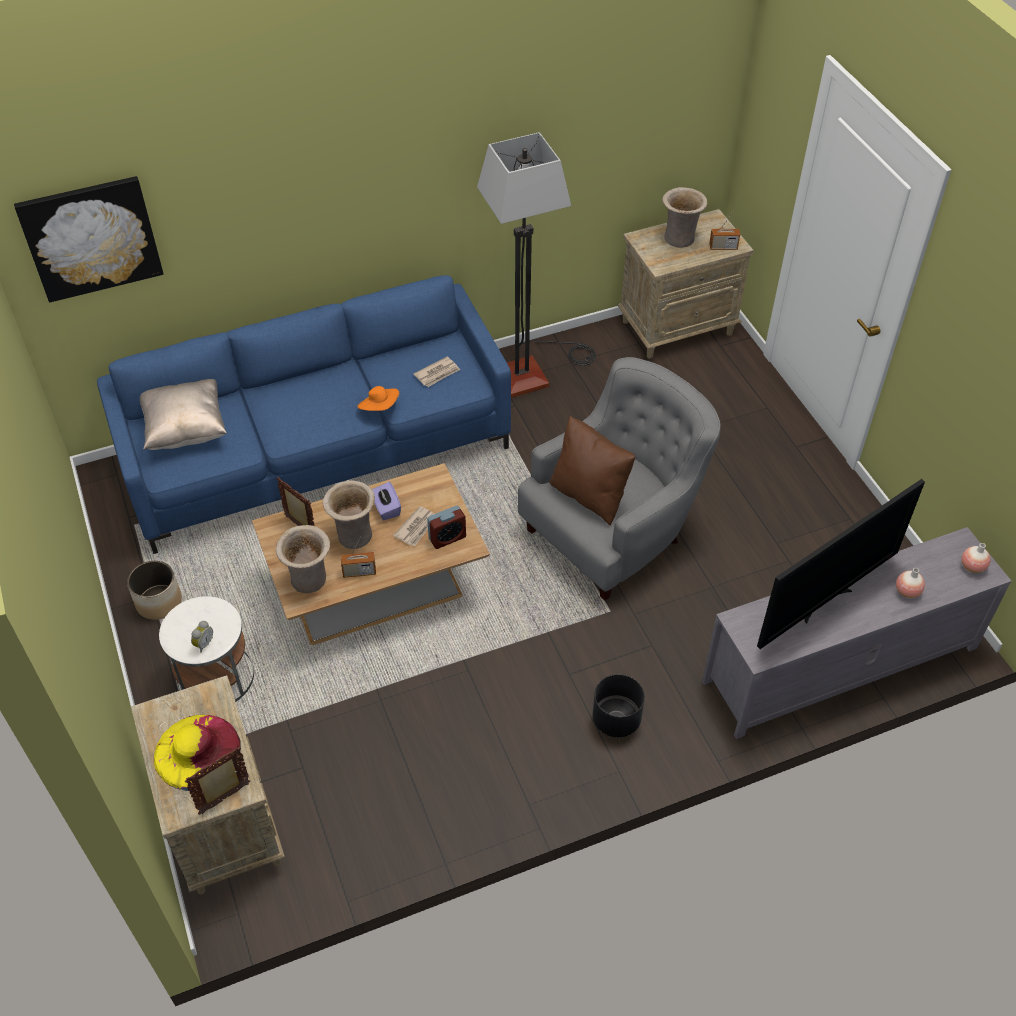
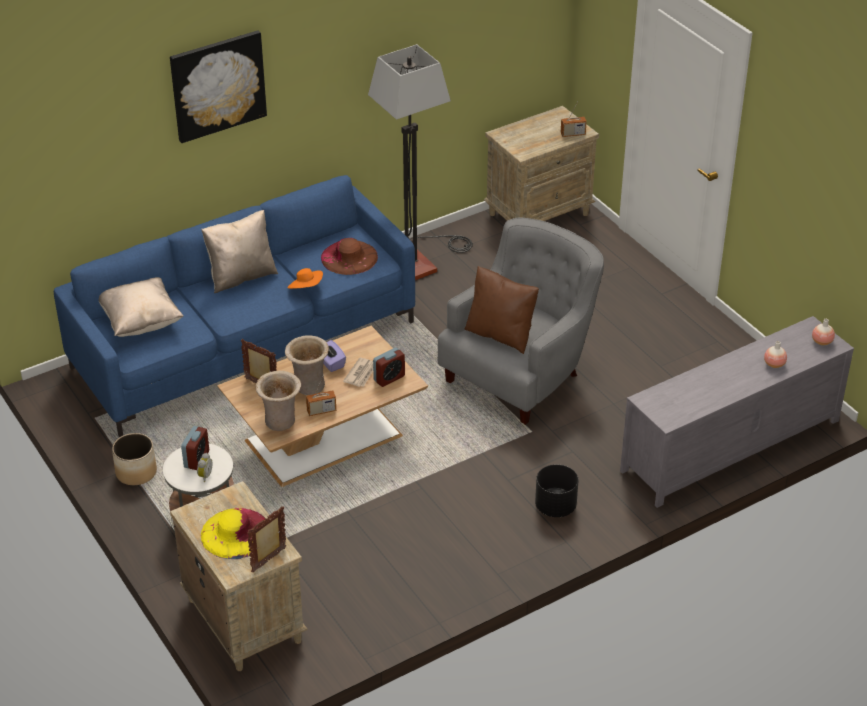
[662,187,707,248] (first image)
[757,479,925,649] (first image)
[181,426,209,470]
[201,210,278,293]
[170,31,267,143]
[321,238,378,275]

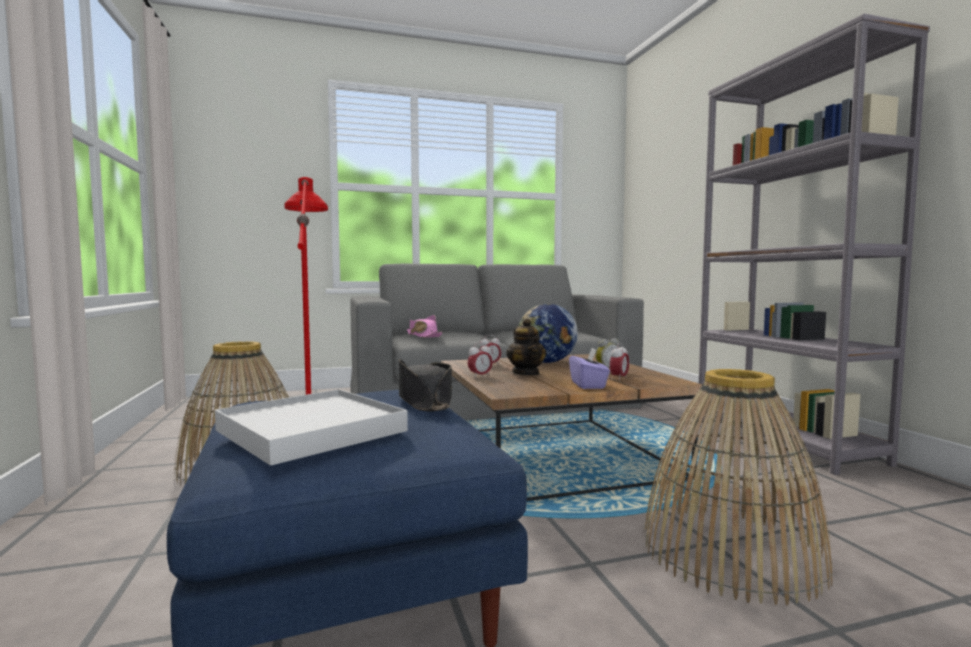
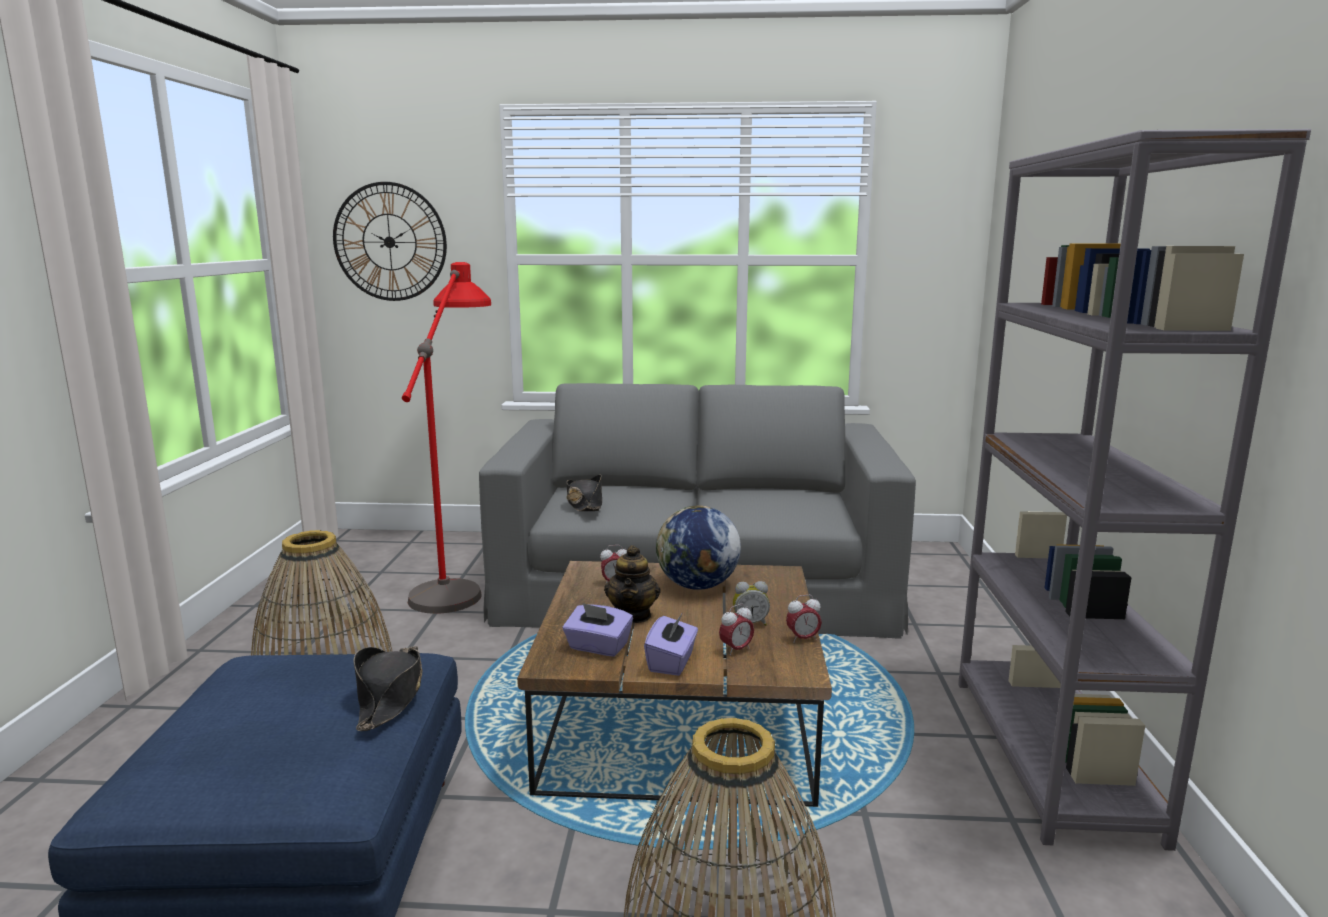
[215,389,408,466] (first image)
[333,182,447,301]
[563,603,633,657]
[786,595,822,643]
[566,475,602,511]

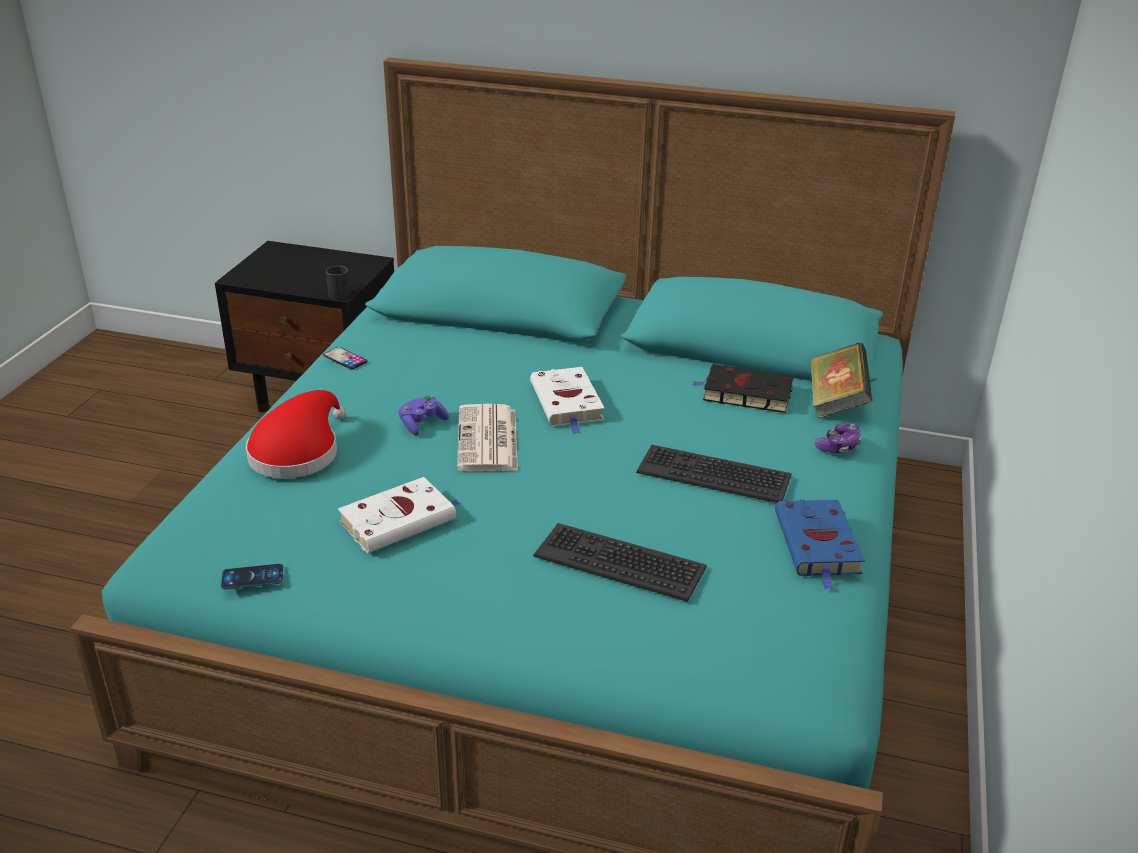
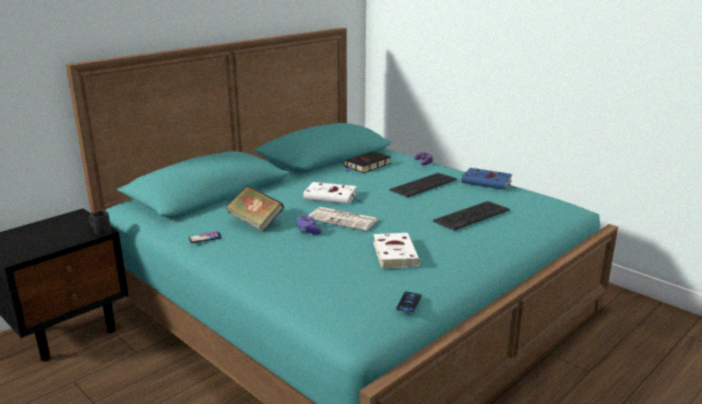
[246,390,346,478] (first image)
[226,186,284,232]

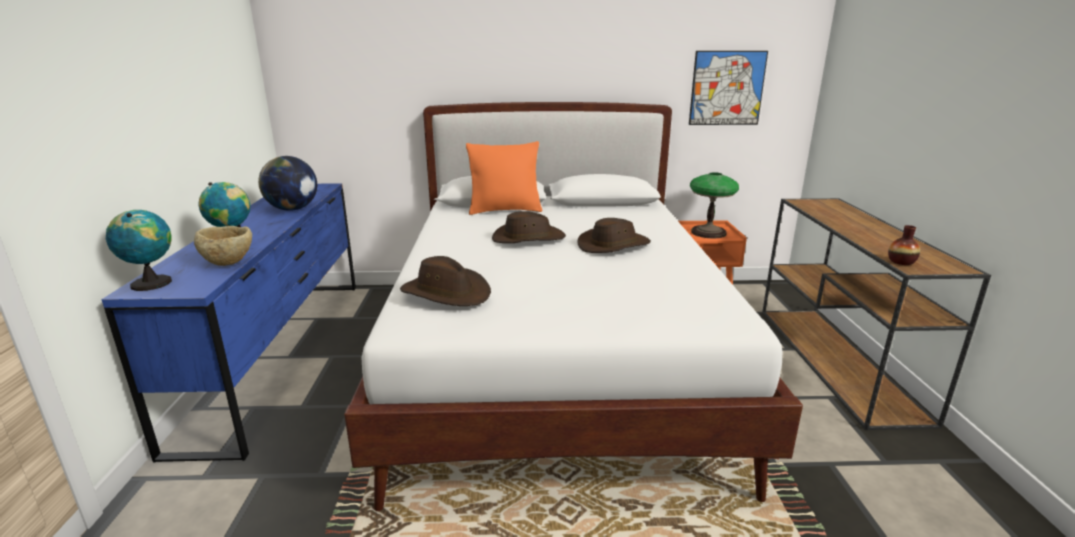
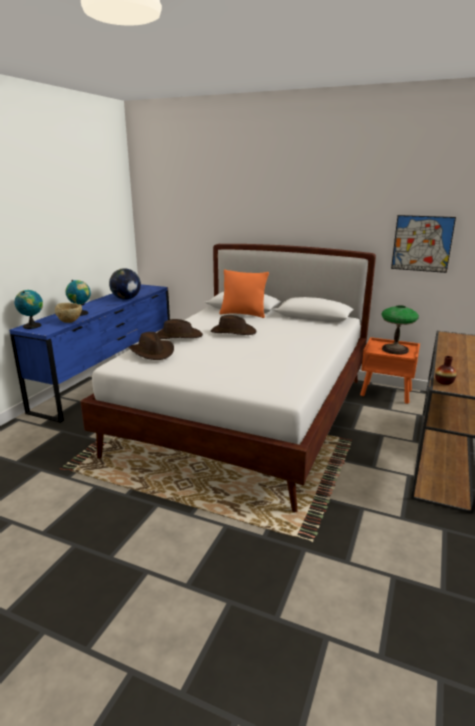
[157,319,203,339]

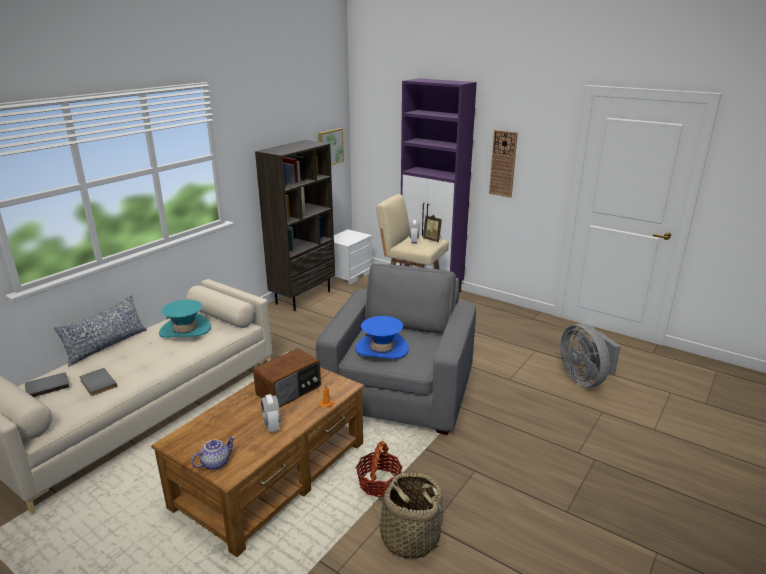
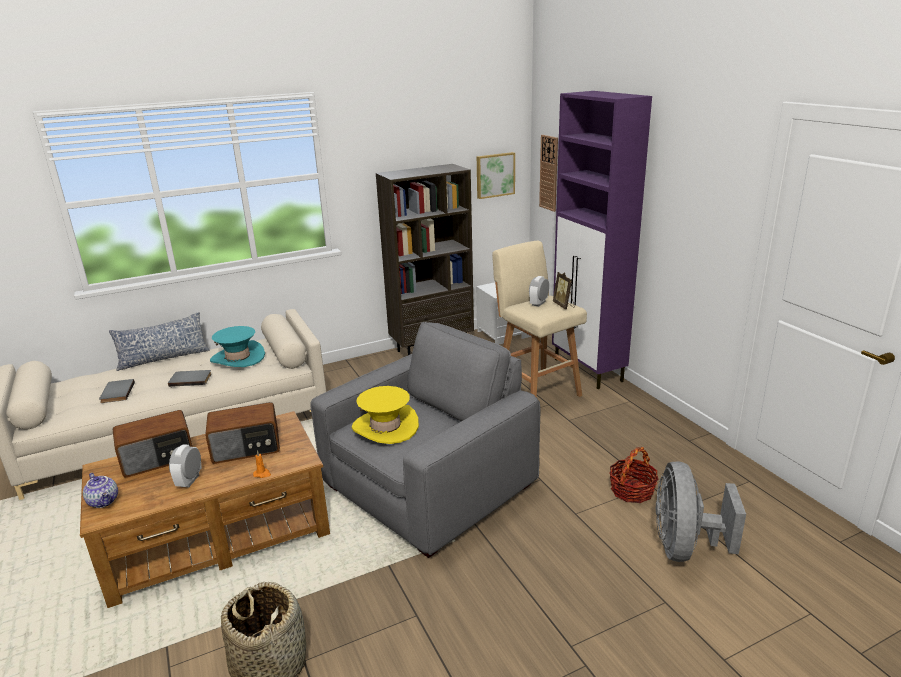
[113,410,192,478]
[168,370,212,387]
[609,447,659,503]
[539,135,558,212]
[352,386,419,444]
[83,473,118,508]

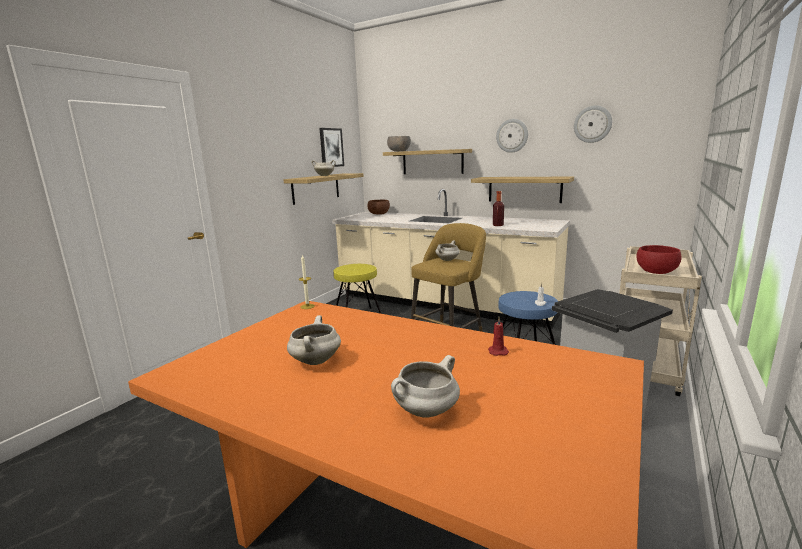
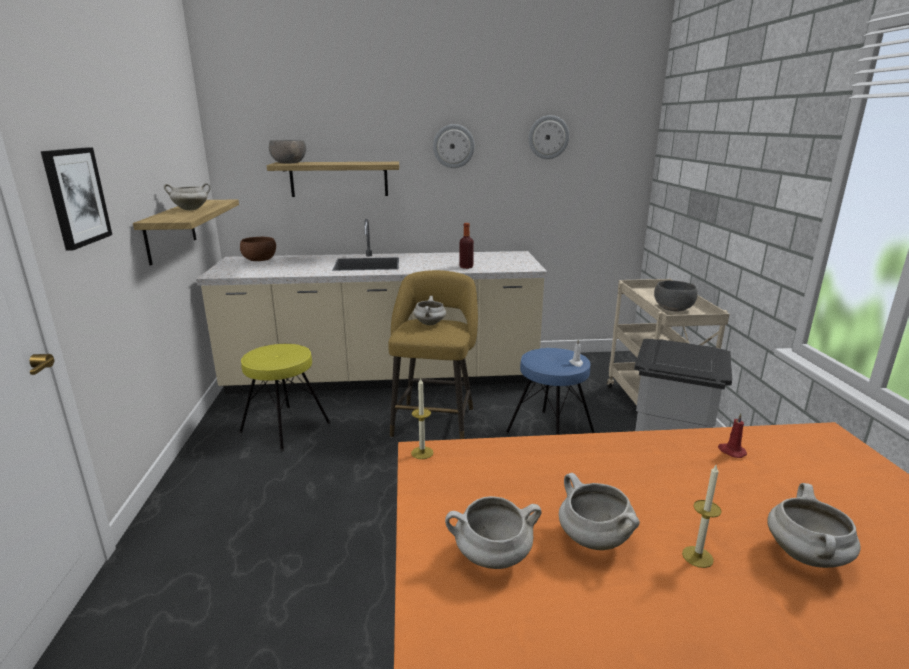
[471,177,574,203] (first image)
[445,496,542,569]
[682,465,721,568]
[41,147,112,251]
[654,280,698,312]

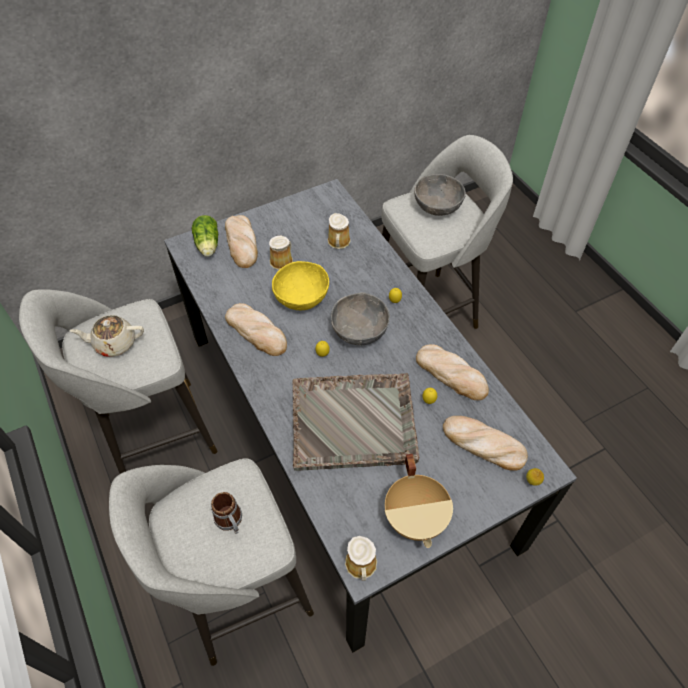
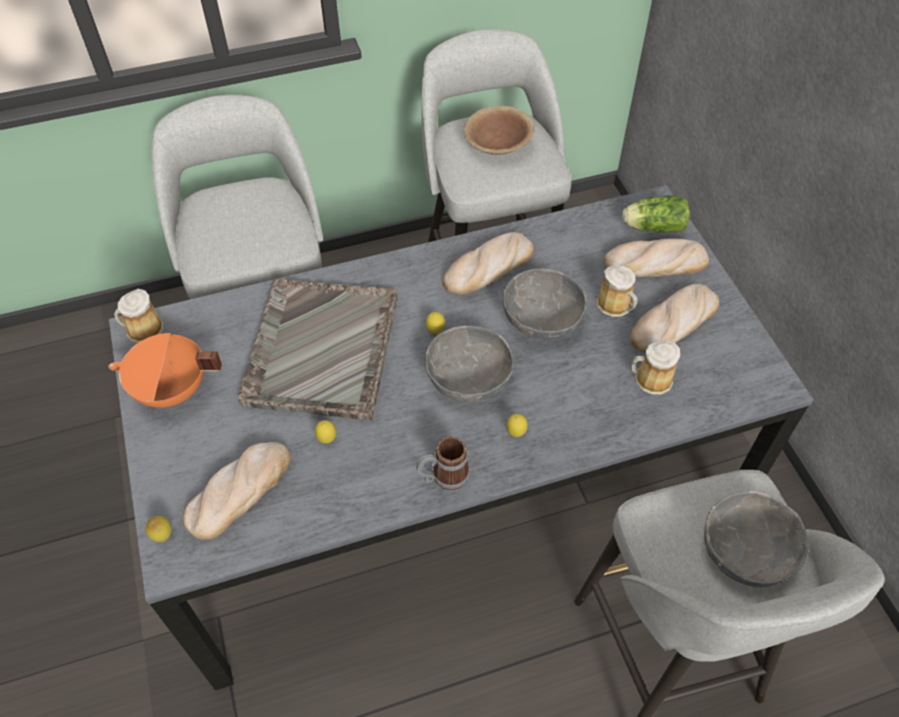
[416,436,470,490]
[630,284,719,352]
[464,106,535,155]
[503,268,587,339]
[109,333,222,408]

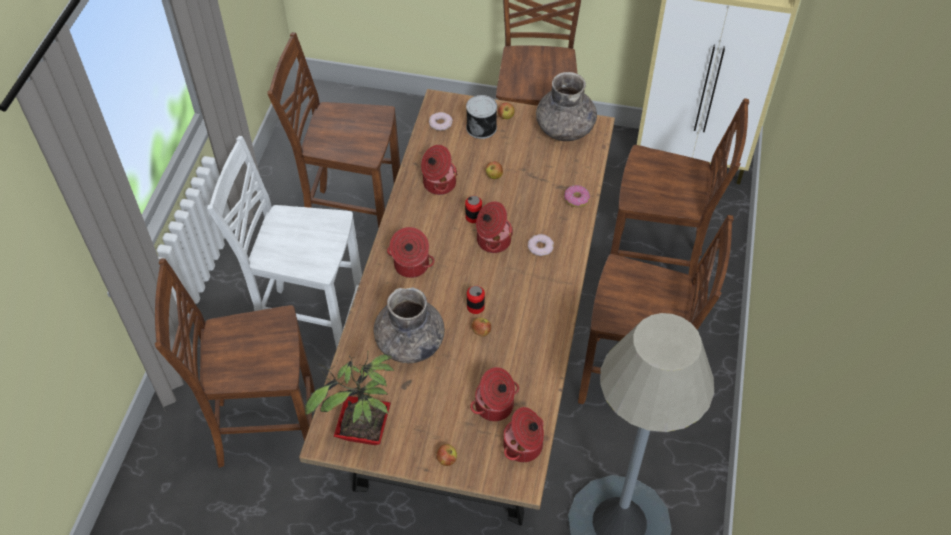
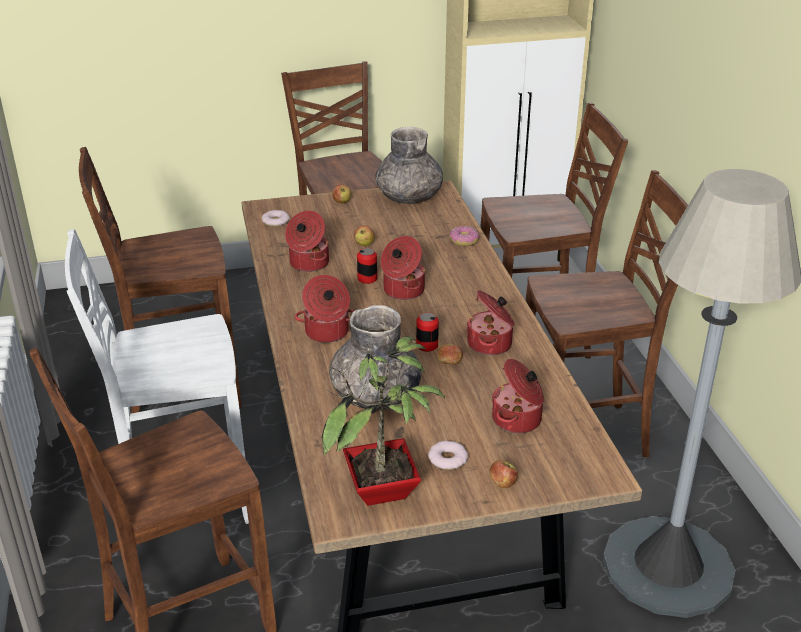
[466,95,497,139] (first image)
[466,290,514,355]
[428,441,468,470]

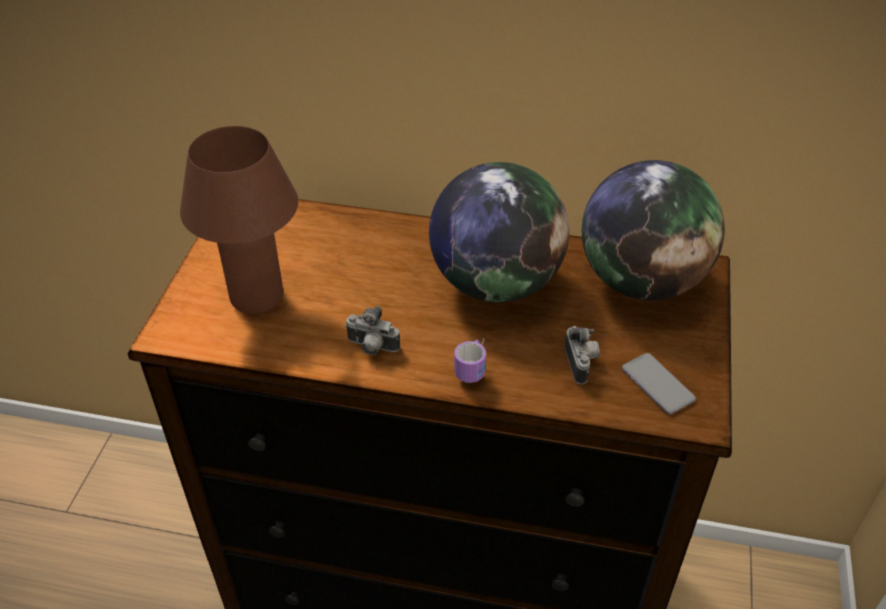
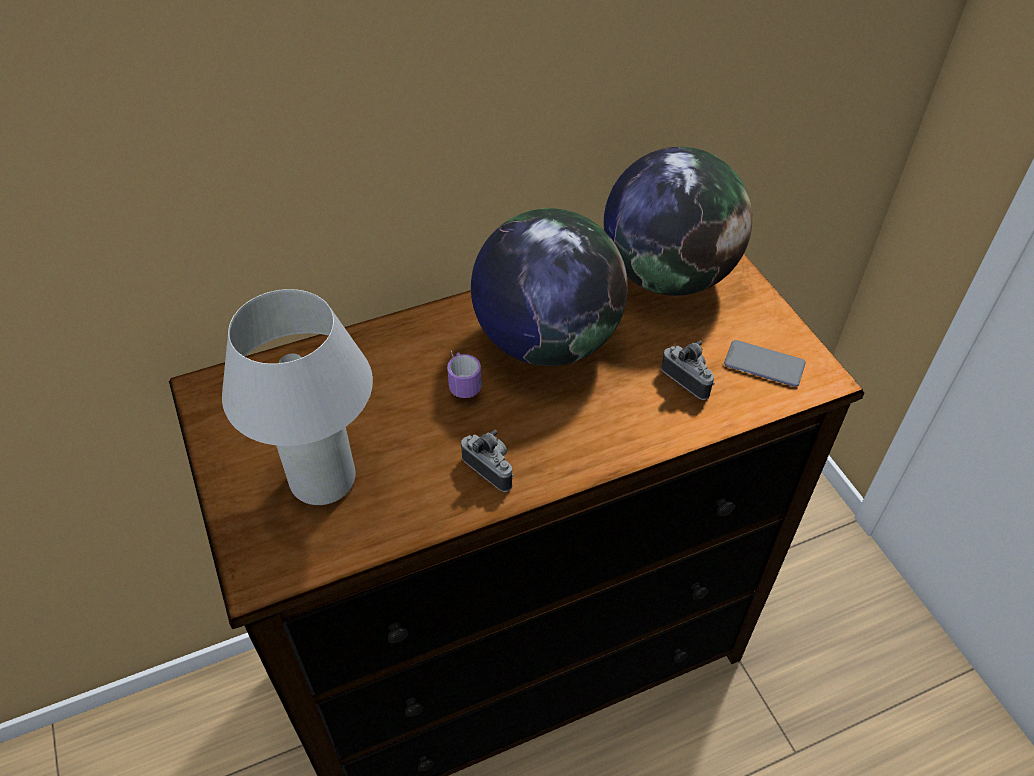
[447,350,482,398]
[222,289,373,505]
[461,430,514,492]

